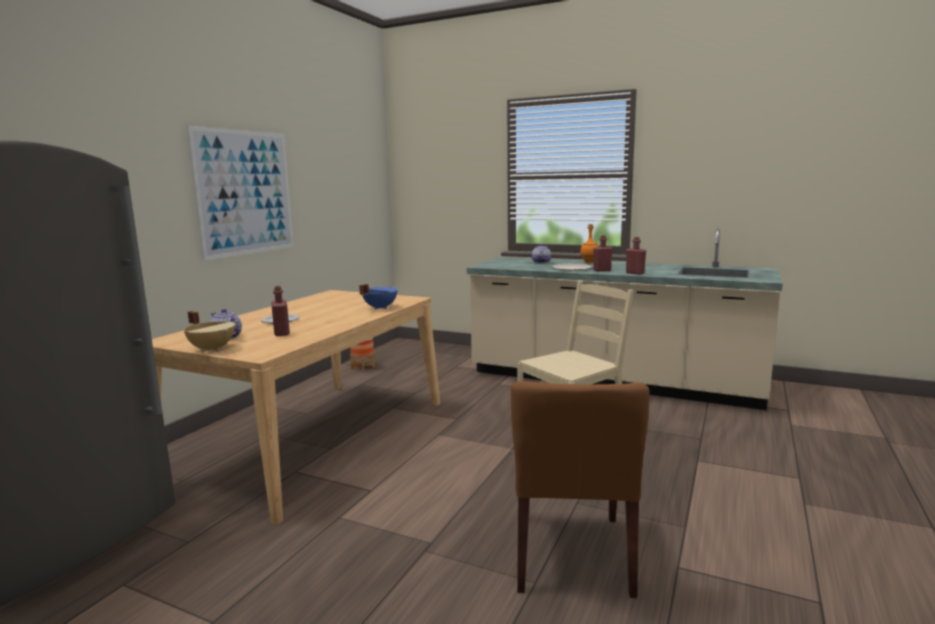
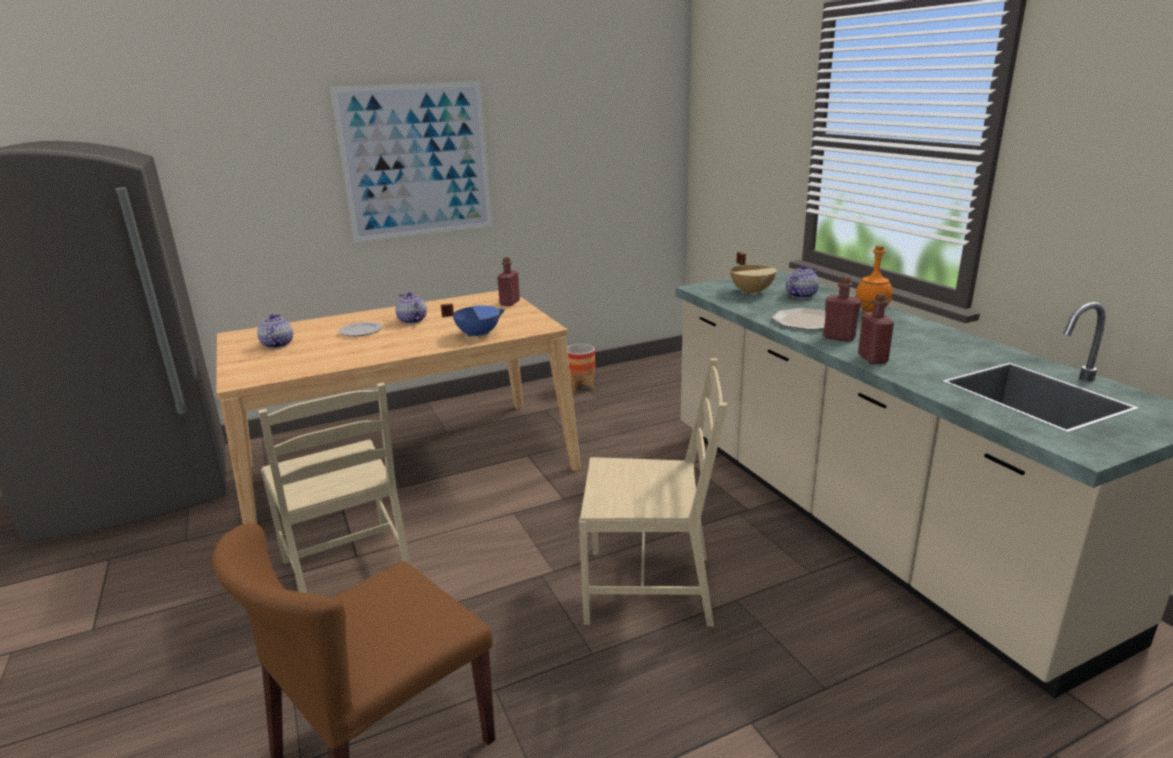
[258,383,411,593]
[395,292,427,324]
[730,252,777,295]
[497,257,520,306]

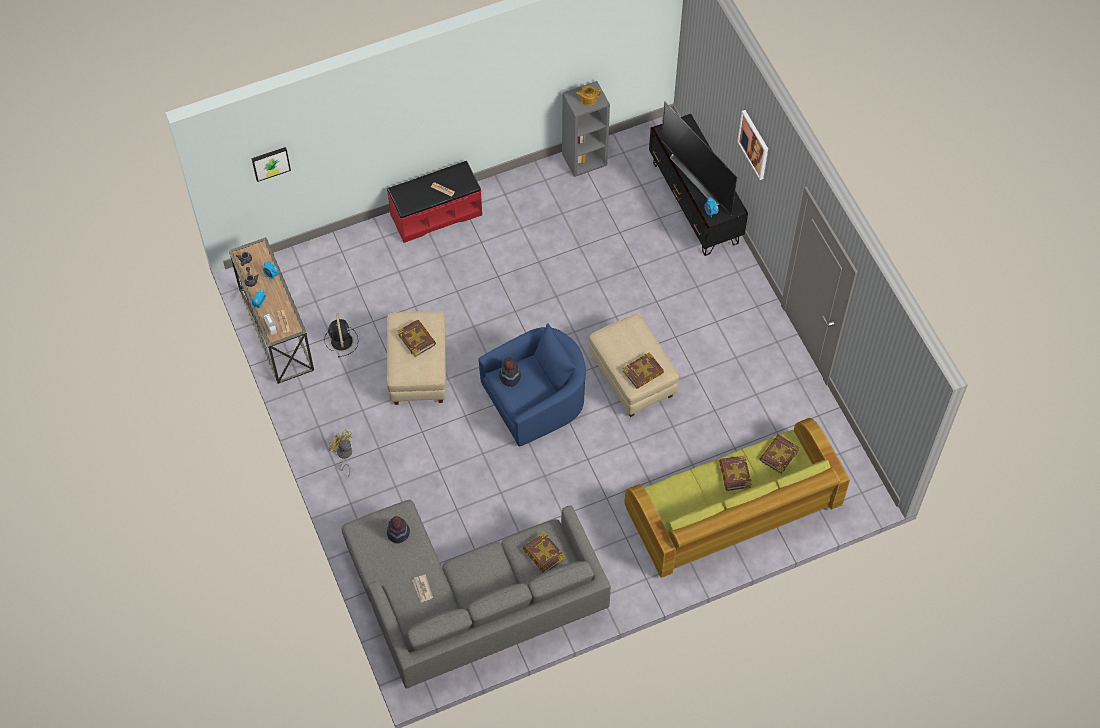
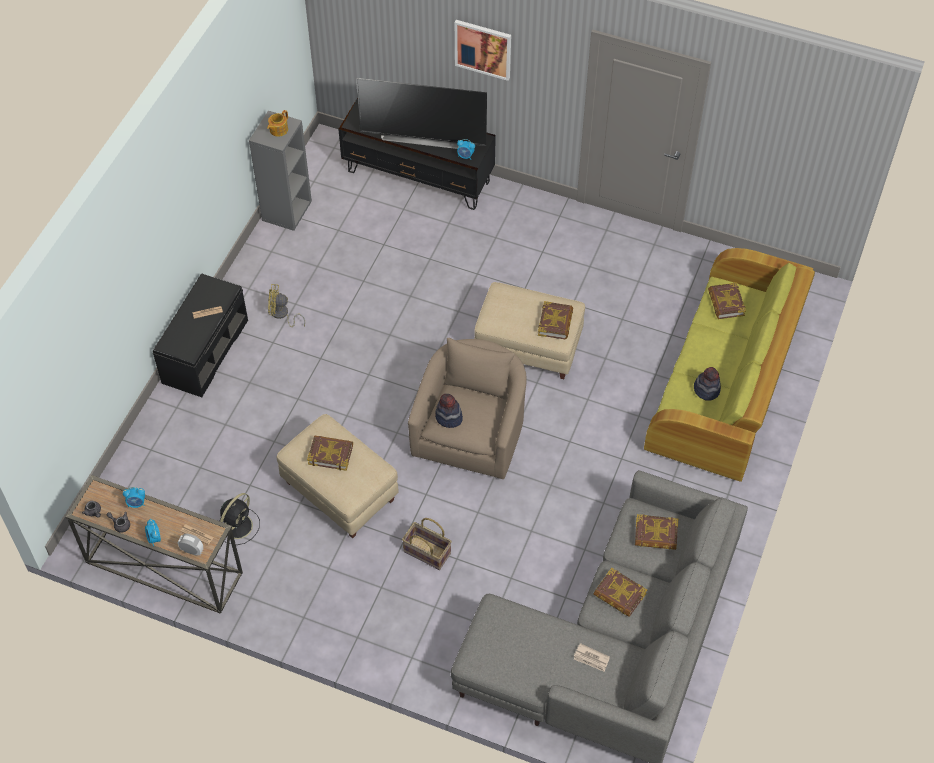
[251,147,291,182] (first image)
[402,518,452,570]
[268,284,305,327]
[694,367,721,401]
[593,568,647,617]
[153,274,248,397]
[408,338,527,479]
[220,493,260,545]

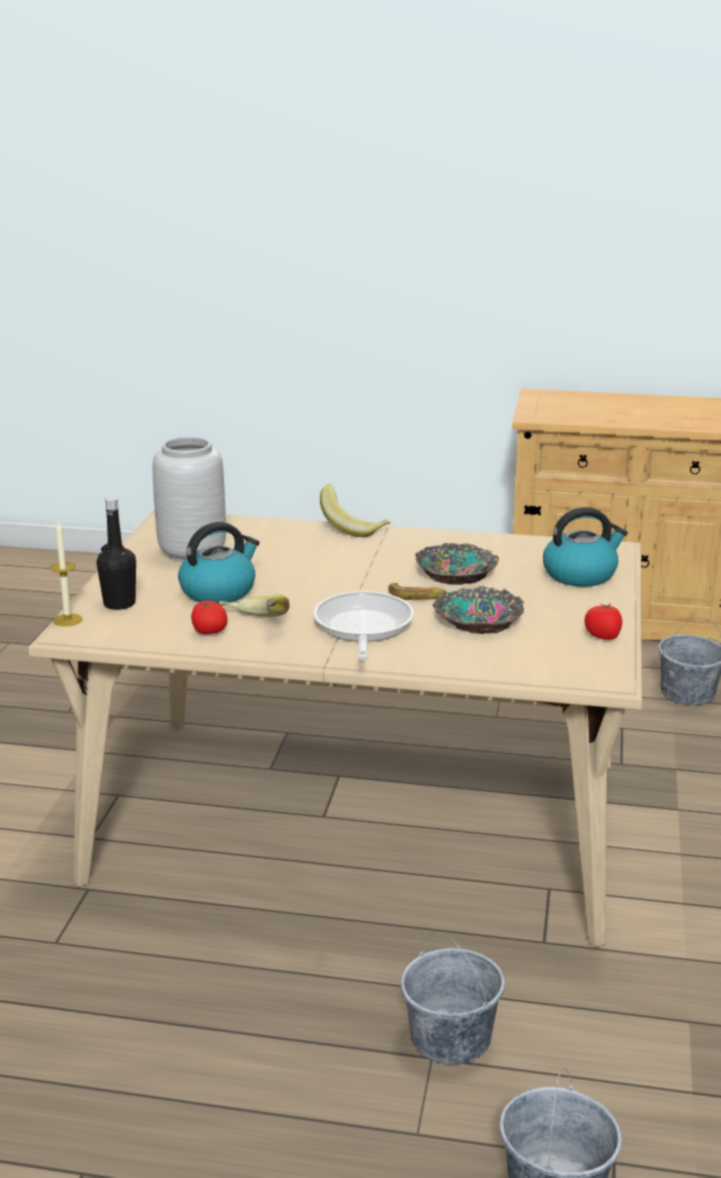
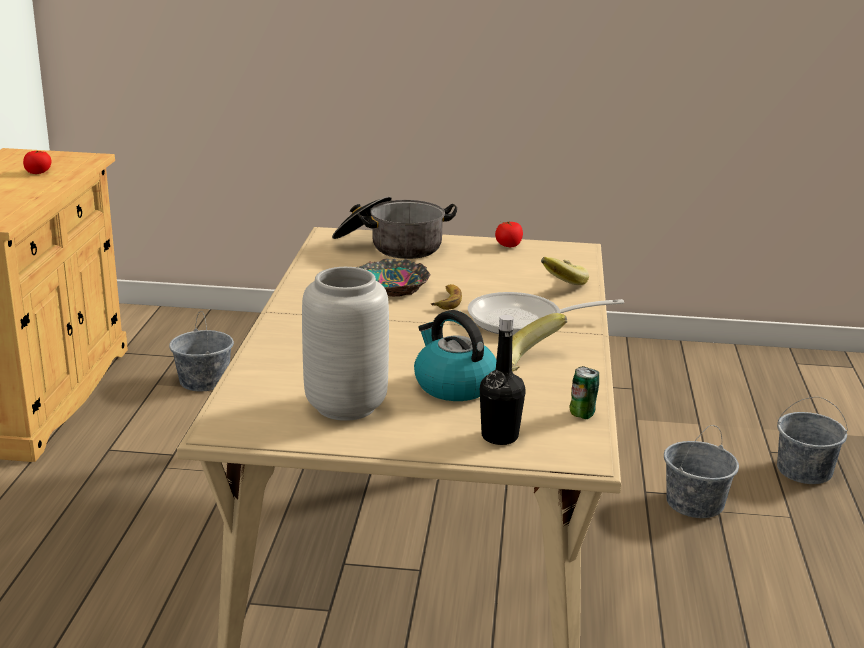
[50,521,82,626] (first image)
[433,586,524,634] (first image)
[569,366,599,419]
[23,151,51,174]
[541,257,589,285]
[332,196,457,259]

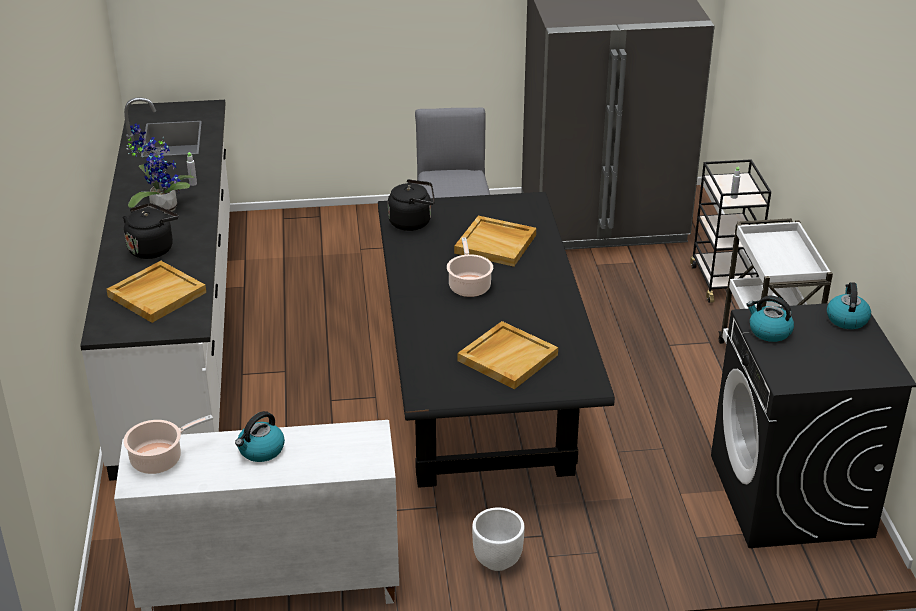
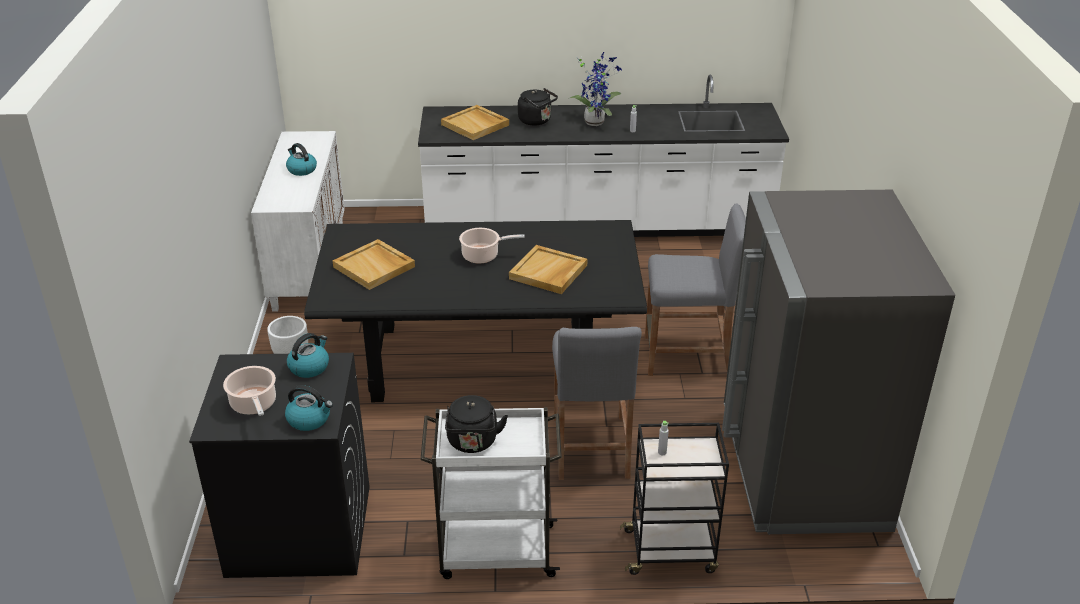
[552,327,642,480]
[223,366,276,416]
[445,395,508,453]

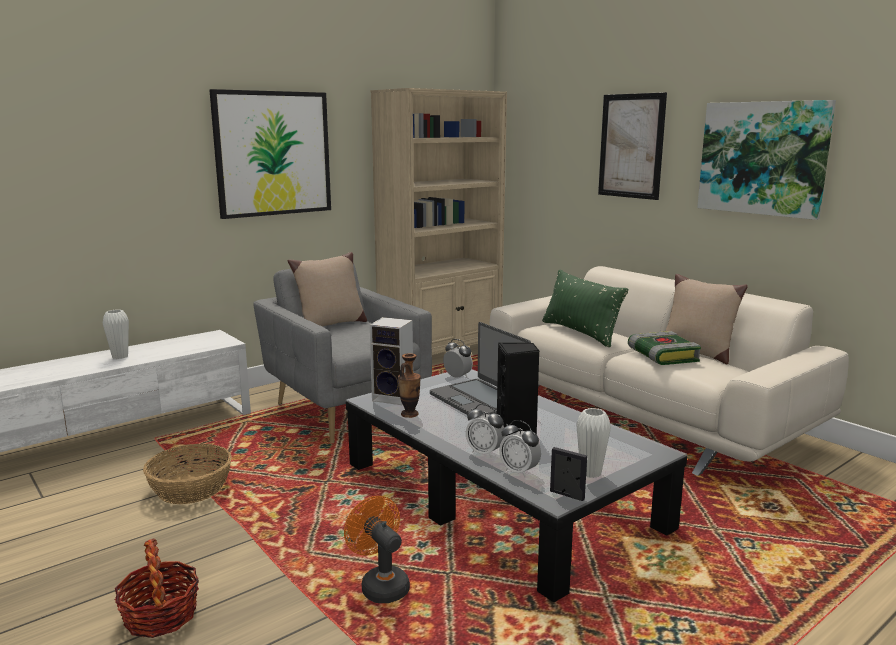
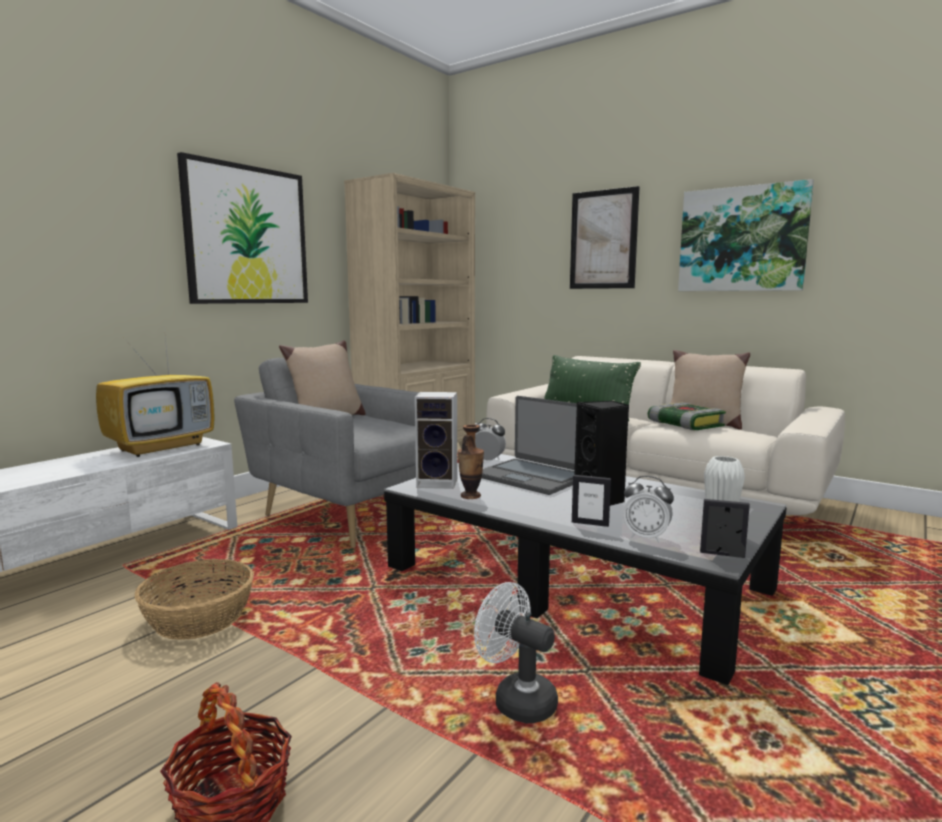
[103,310,129,359] (first image)
[96,327,215,457]
[572,475,611,527]
[474,582,558,723]

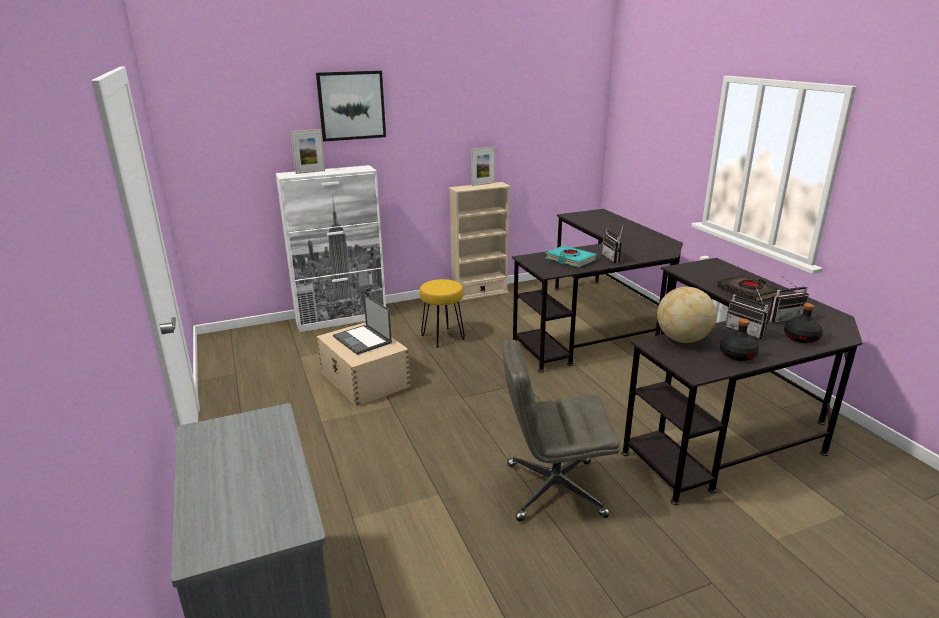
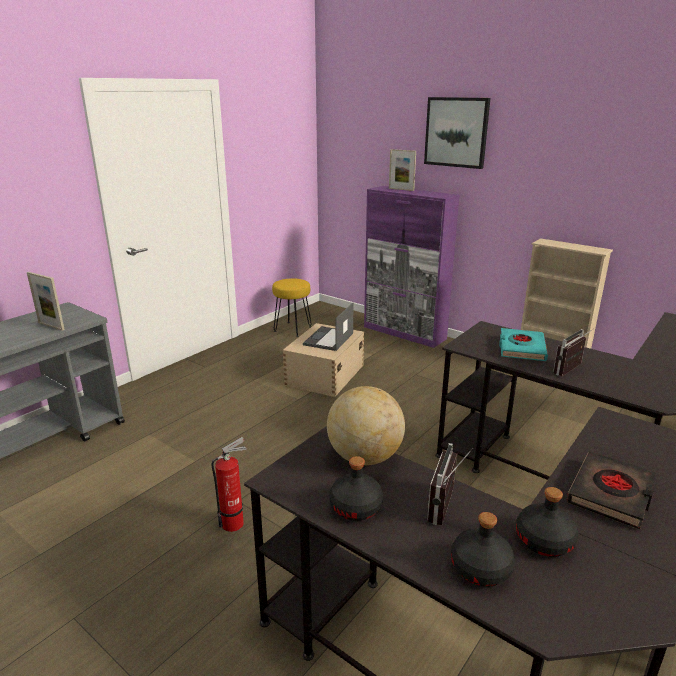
[272,278,312,337]
[27,272,65,331]
[212,437,247,532]
[516,487,578,557]
[364,186,459,348]

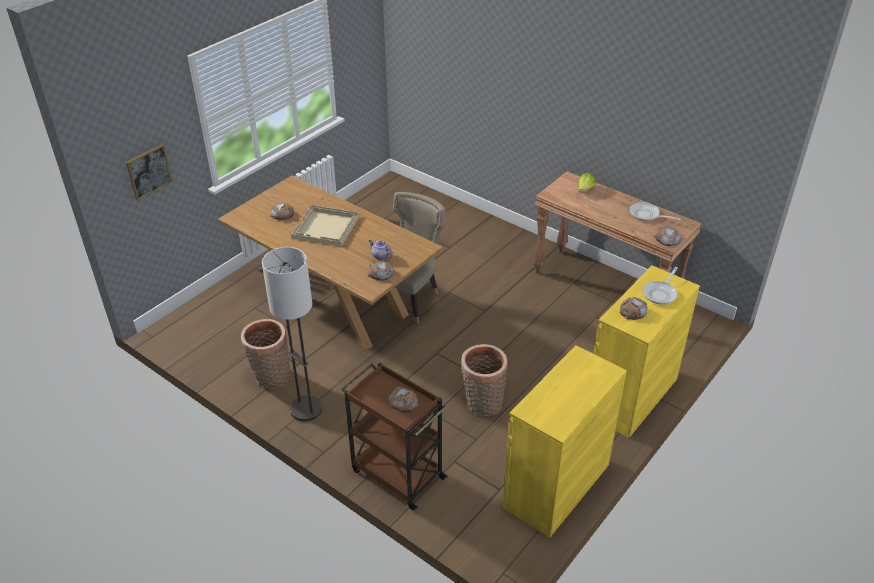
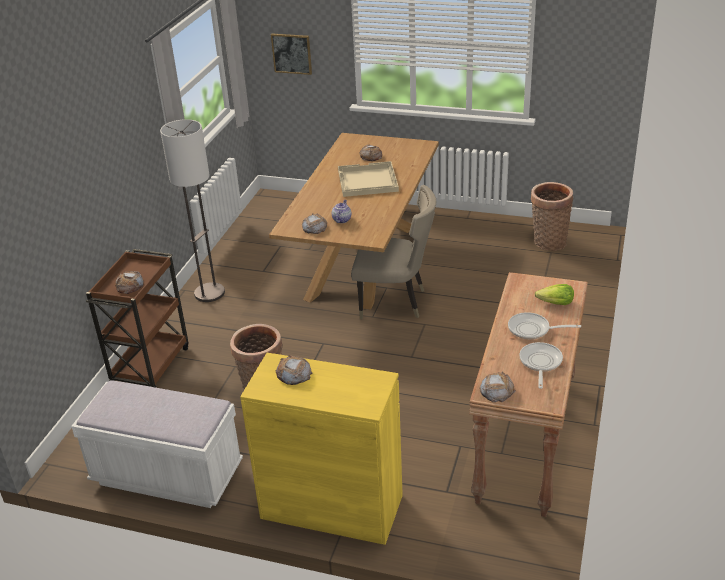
[531,182,573,251]
[508,312,581,339]
[71,380,243,508]

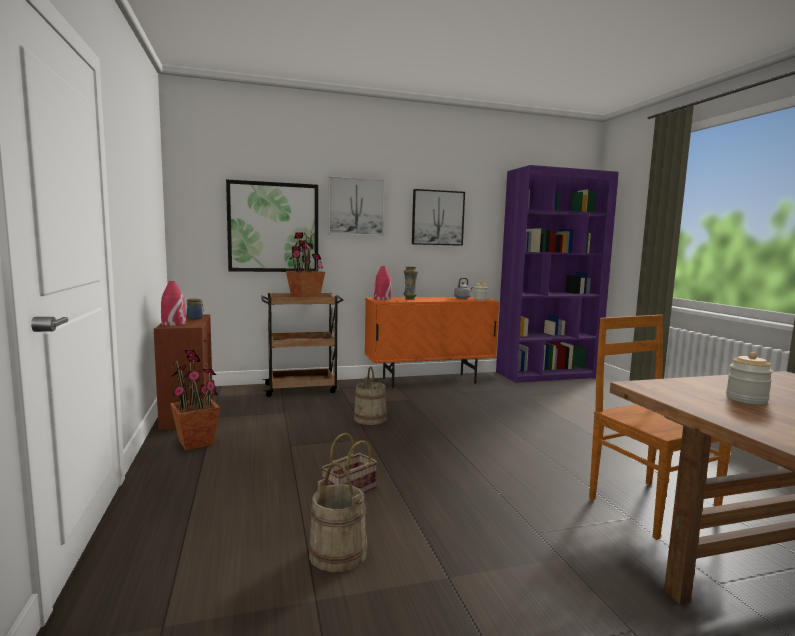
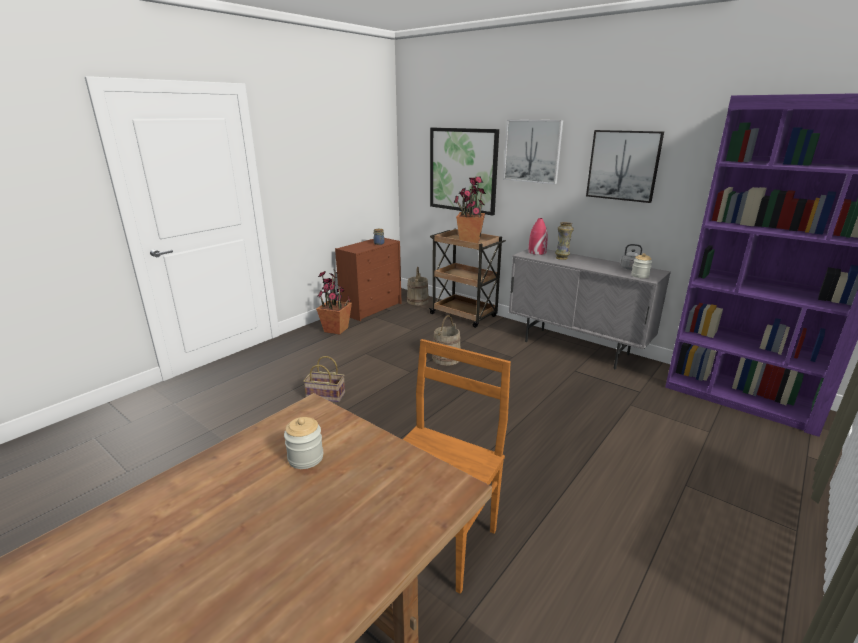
[161,281,186,326] (first image)
[407,267,429,305]
[509,249,671,370]

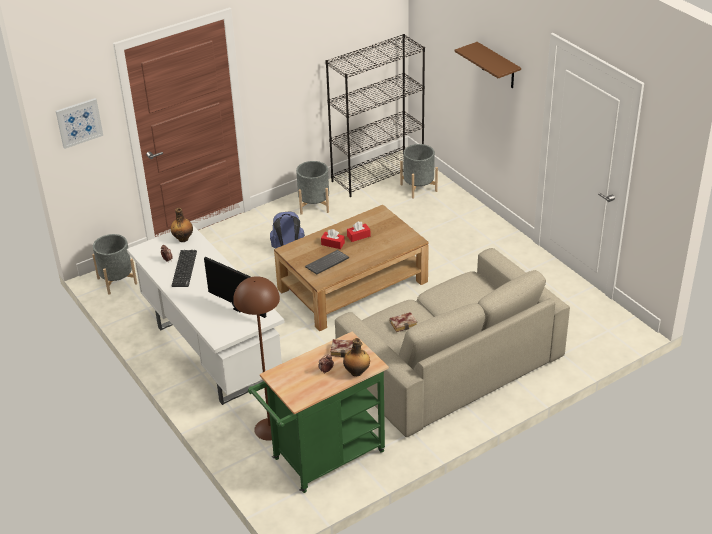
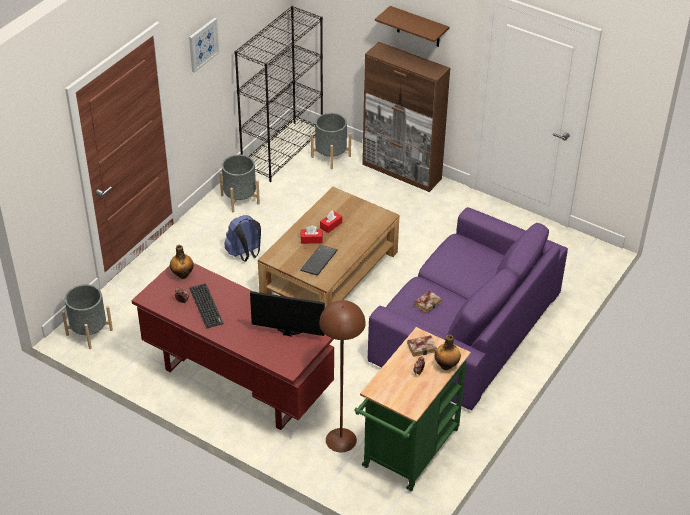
[362,42,450,192]
[189,18,219,73]
[132,263,334,430]
[368,207,568,410]

